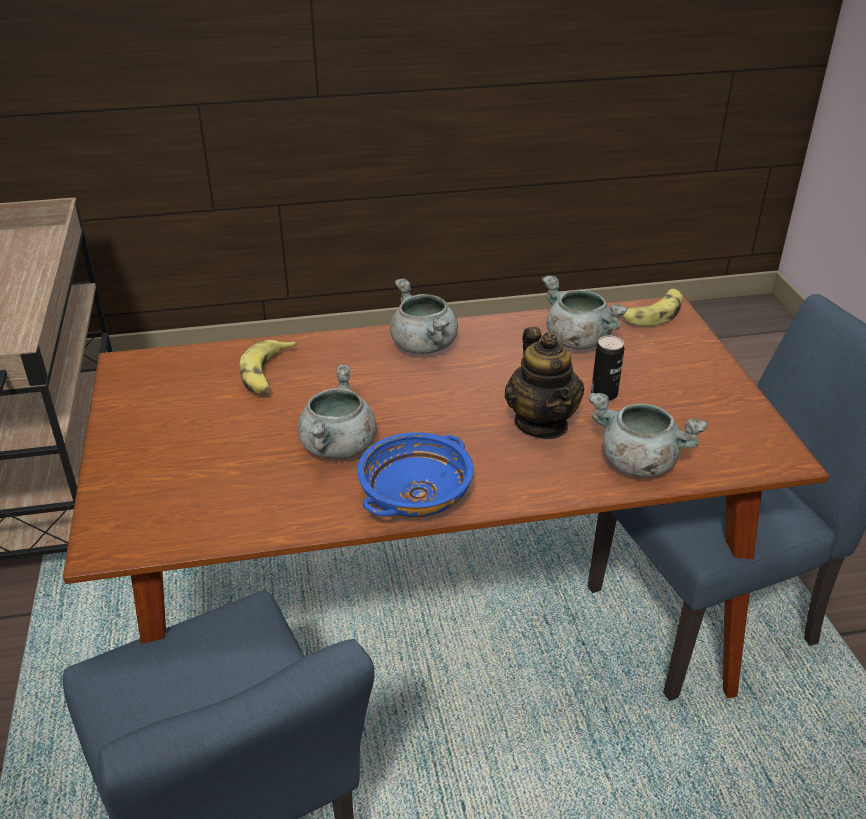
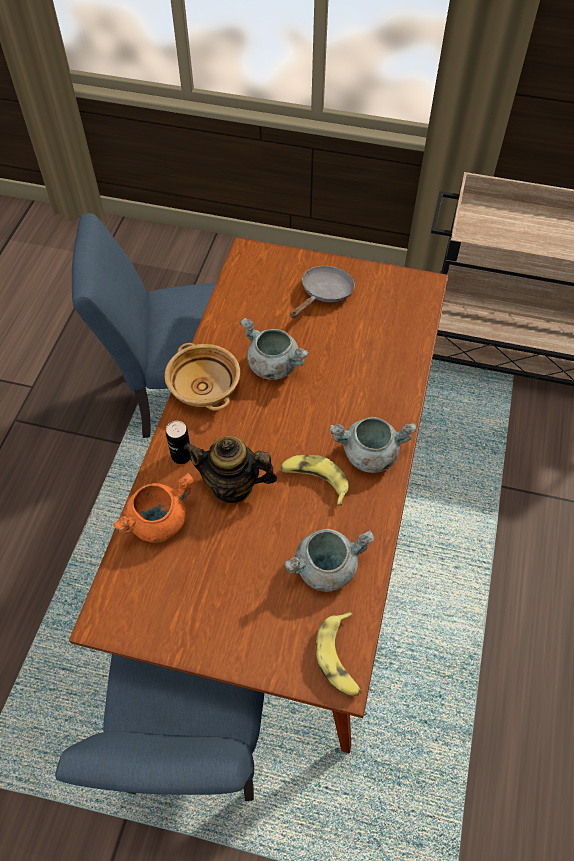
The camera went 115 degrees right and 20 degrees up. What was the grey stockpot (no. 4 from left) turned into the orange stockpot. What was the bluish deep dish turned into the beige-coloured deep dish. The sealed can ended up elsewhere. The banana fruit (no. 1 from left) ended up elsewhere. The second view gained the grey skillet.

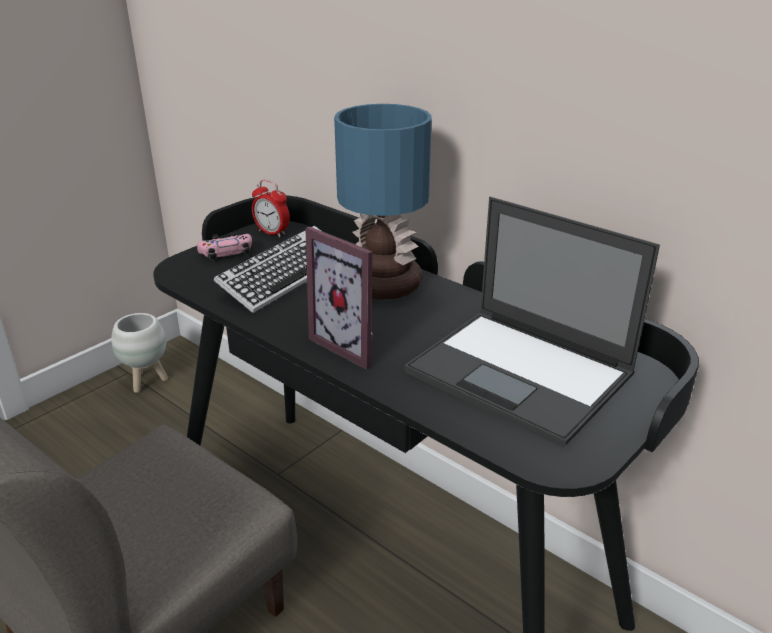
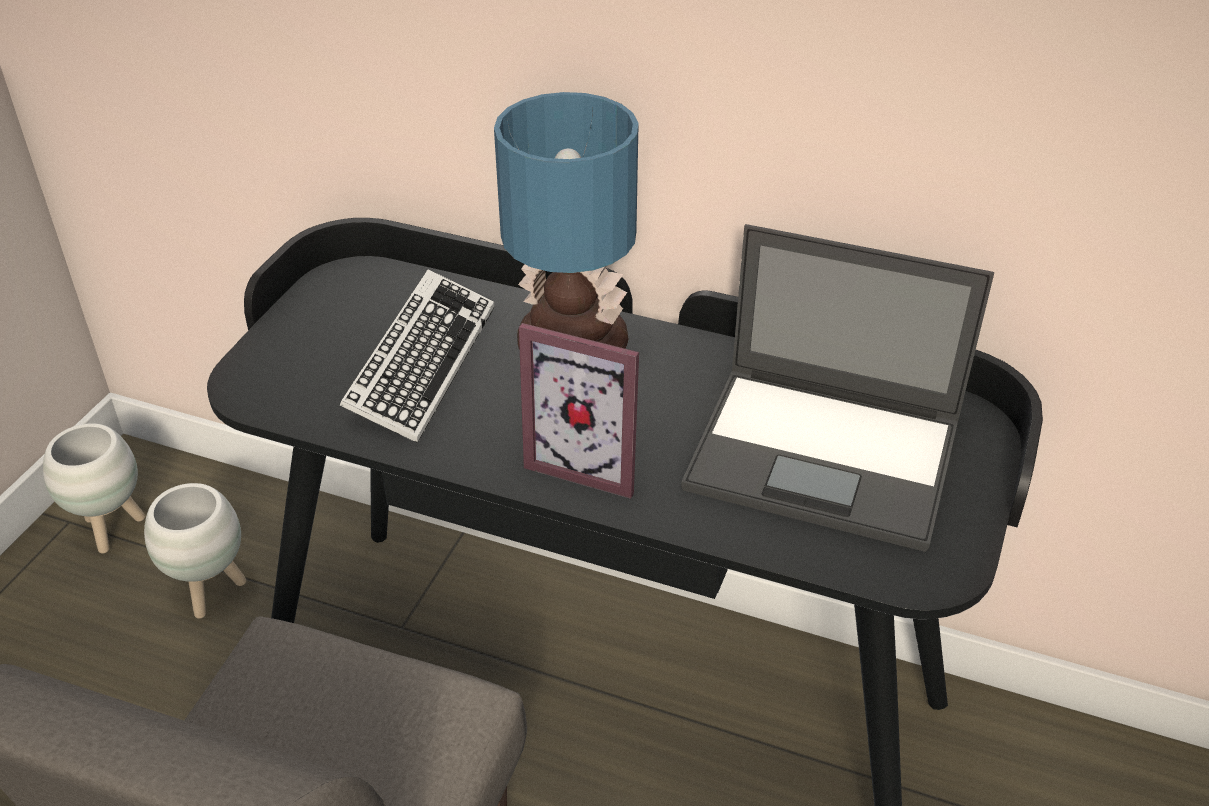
The camera went 20 degrees left and 10 degrees up. The second view gained the white-coloured planter (no. 2 from left). The second view lost the pink-coloured gamepad. The second view lost the alarm clock.

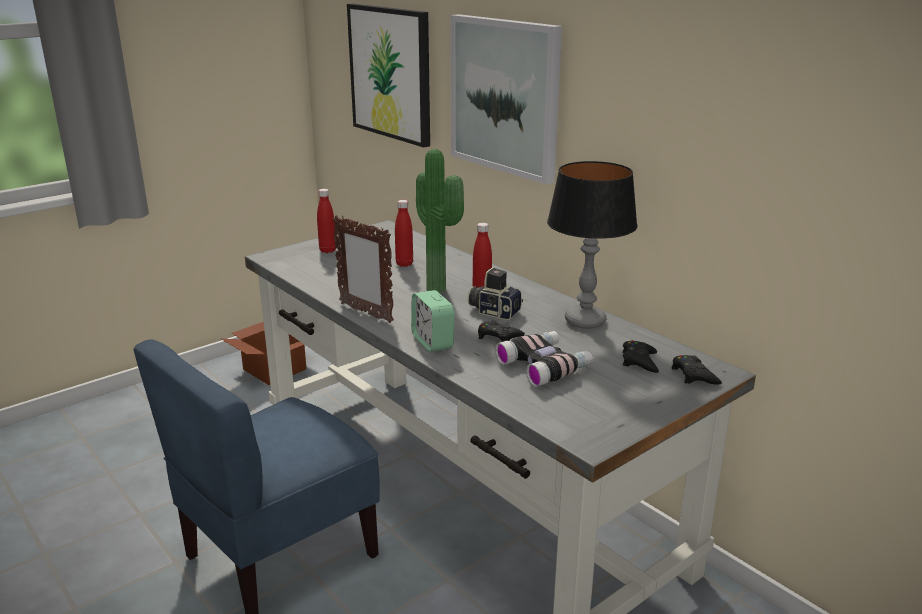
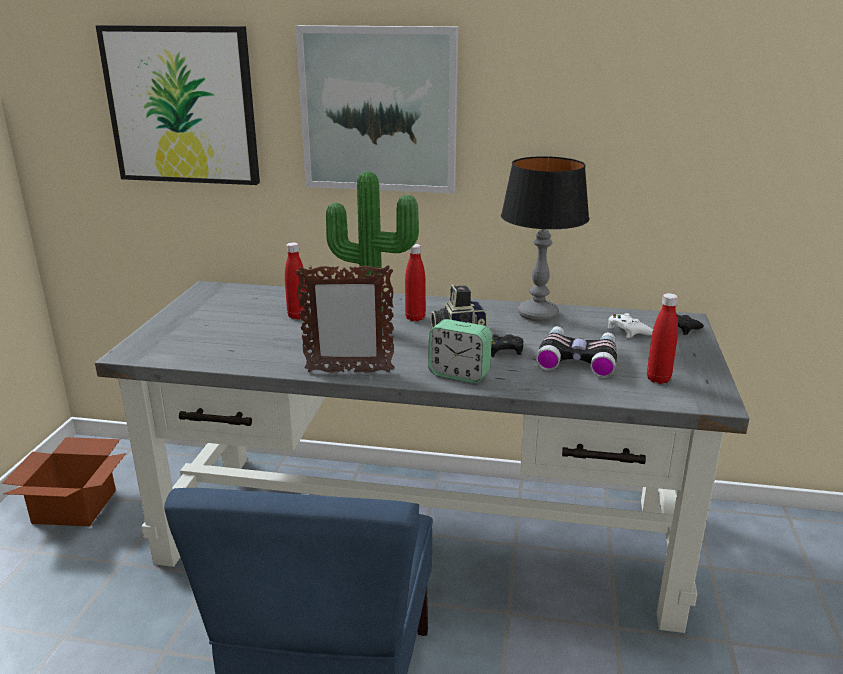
The camera went 40 degrees left and 0 degrees up. What was the blackish gamepad (no. 2 from left) turned into the white-coloured gamepad. The red-coloured beverage bottle (no. 1 from left in the first image) ended up elsewhere.

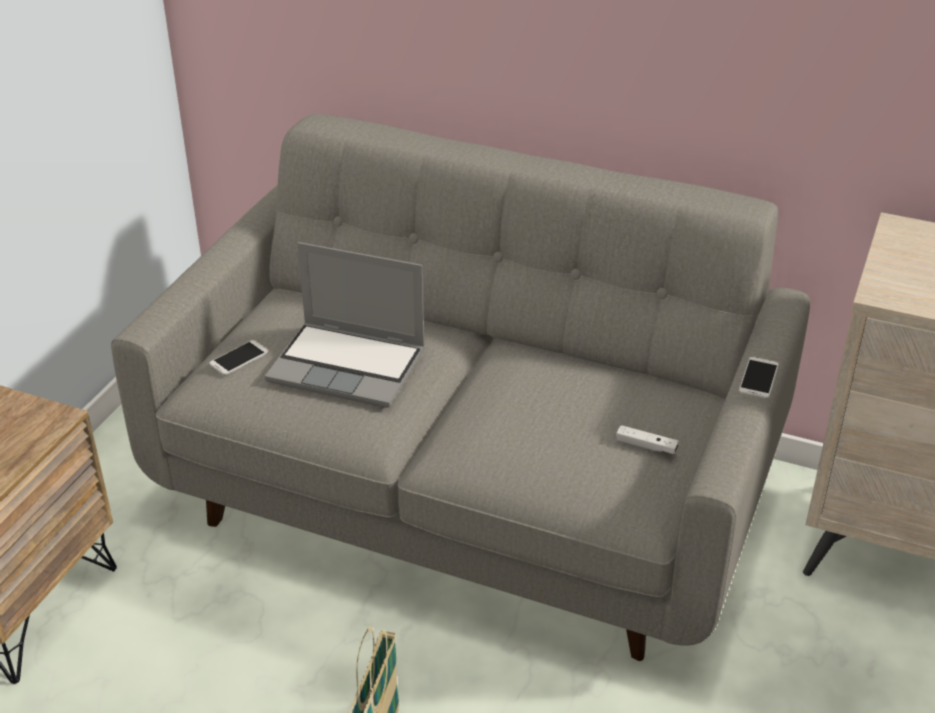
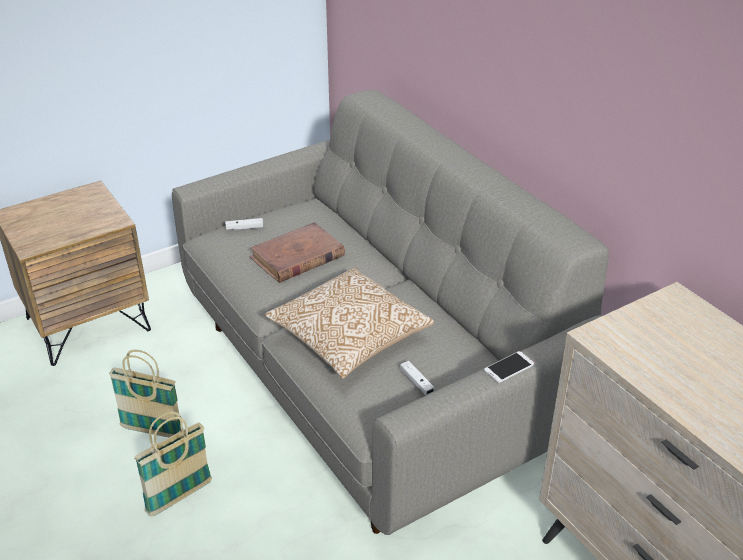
The camera went 35 degrees right and 0 degrees up. The second view gained the basket (no. 1 from left). Where the phone (no. 1 from left) stood, the white-coloured gamepad (no. 1 from left) came to stand. Where the portable computer stood, the brown-coloured book came to stand. The second view gained the throw pillow.

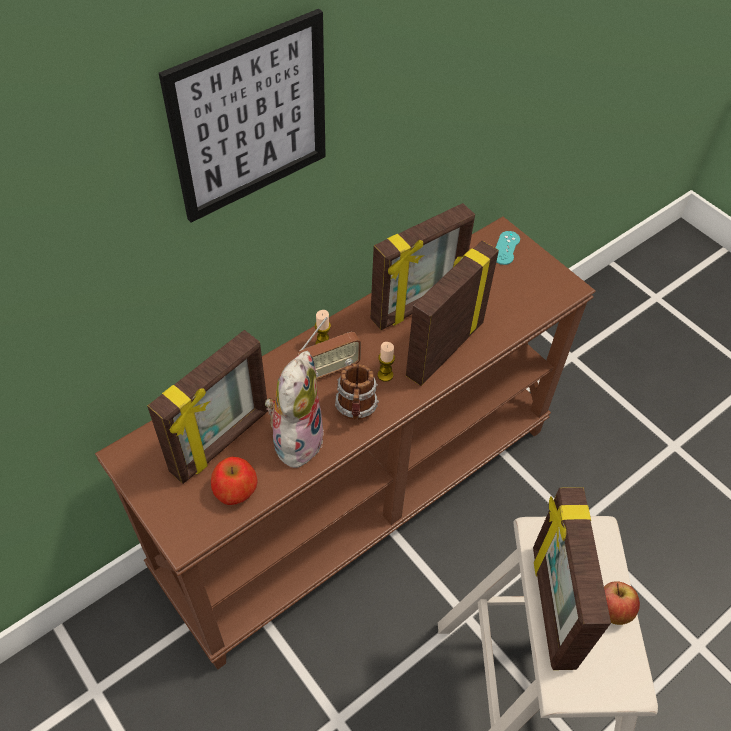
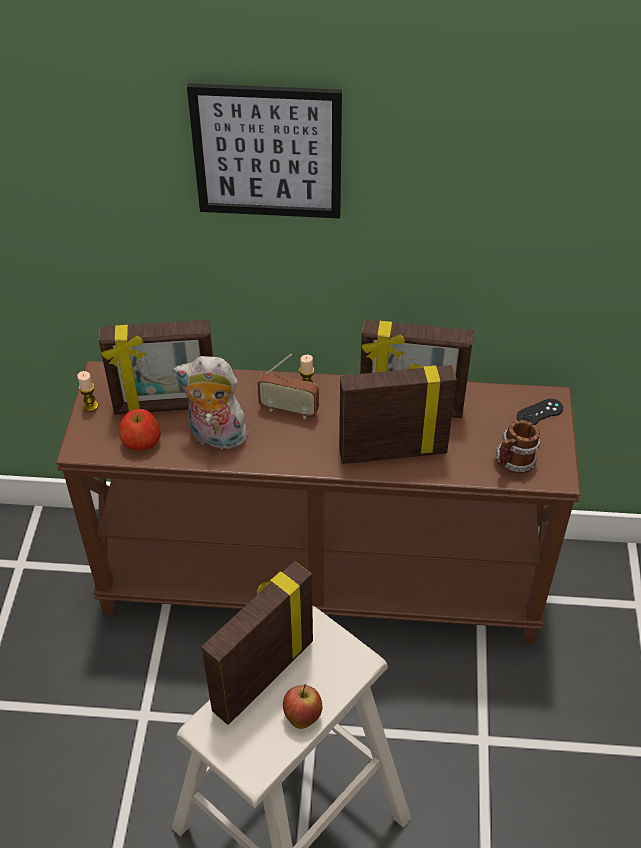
The camera went 45 degrees right and 5 degrees down. The wax candle (no. 2 from left in the first image) ended up elsewhere. The soft toy ended up facing another way, 135 degrees counterclockwise from before. The mug ended up elsewhere. What was the blue-green gamepad turned into the blackish gamepad.

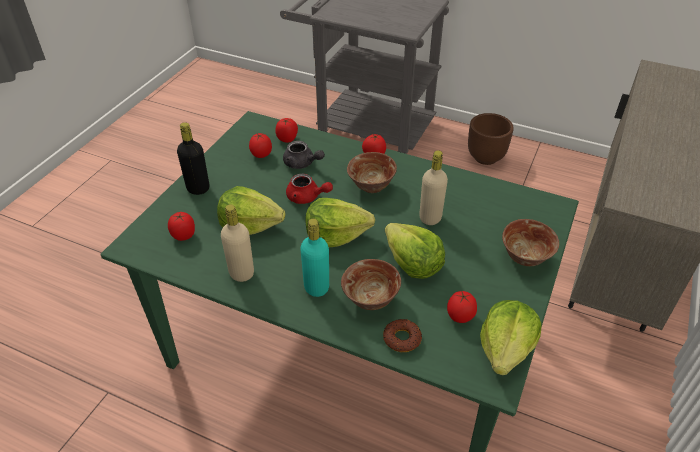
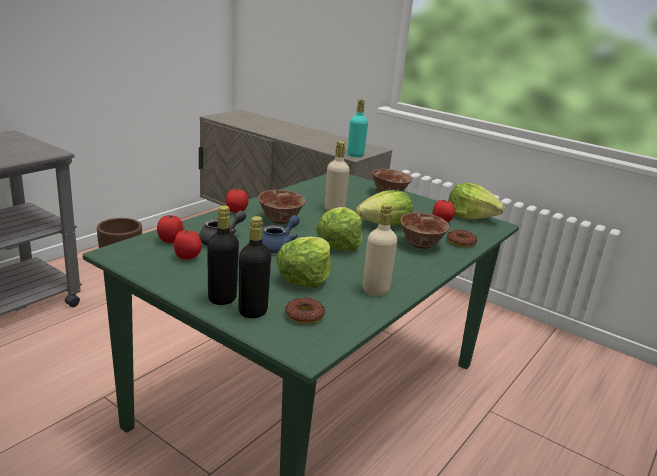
The camera went 80 degrees left and 20 degrees down. The second view gained the blackish beverage bottle (no. 2 from left). What was the red-coloured pot for tea turned into the bluish pot for tea. Where the fresh tomato (no. 1 from left) stood, the doughnut (no. 1 from left) came to stand. The blue-green beverage bottle ended up elsewhere.

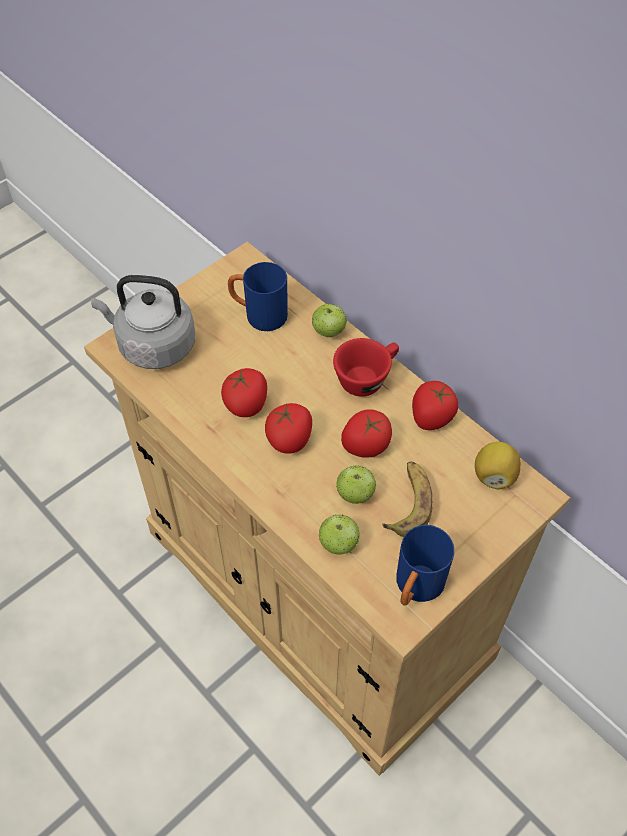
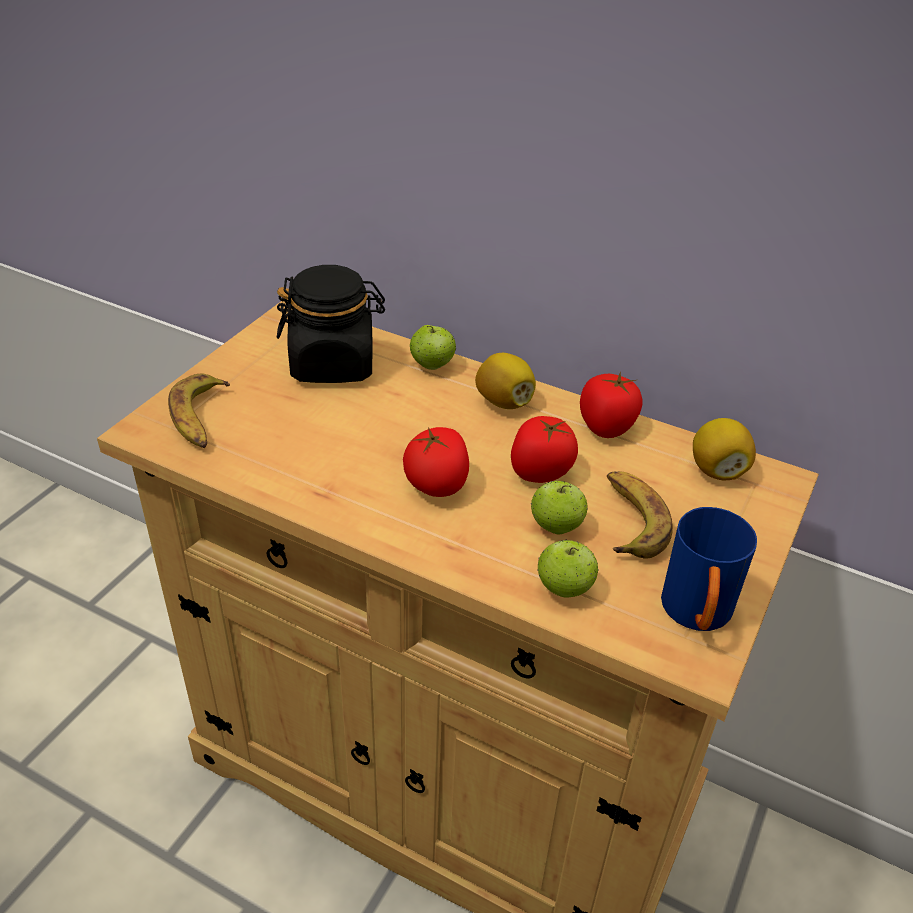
The camera went 20 degrees left and 15 degrees down. Where the grey kettle stood, the banana fruit (no. 1 from left) came to stand. Where the bluish mug (no. 1 from left) stood, the blackish jar came to stand. Where the red-coloured small cup stood, the lemon (no. 1 from left) came to stand. The second view lost the fresh tomato (no. 1 from left).

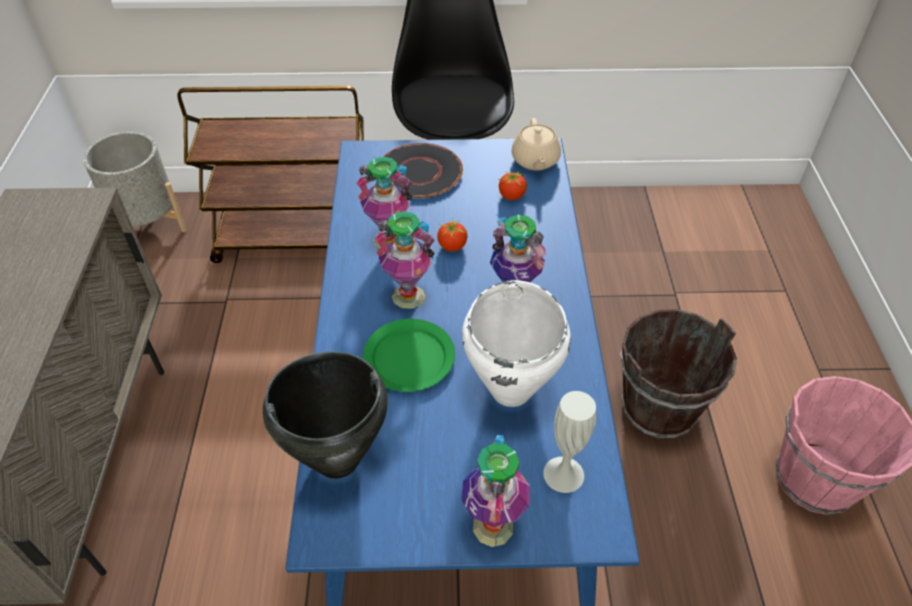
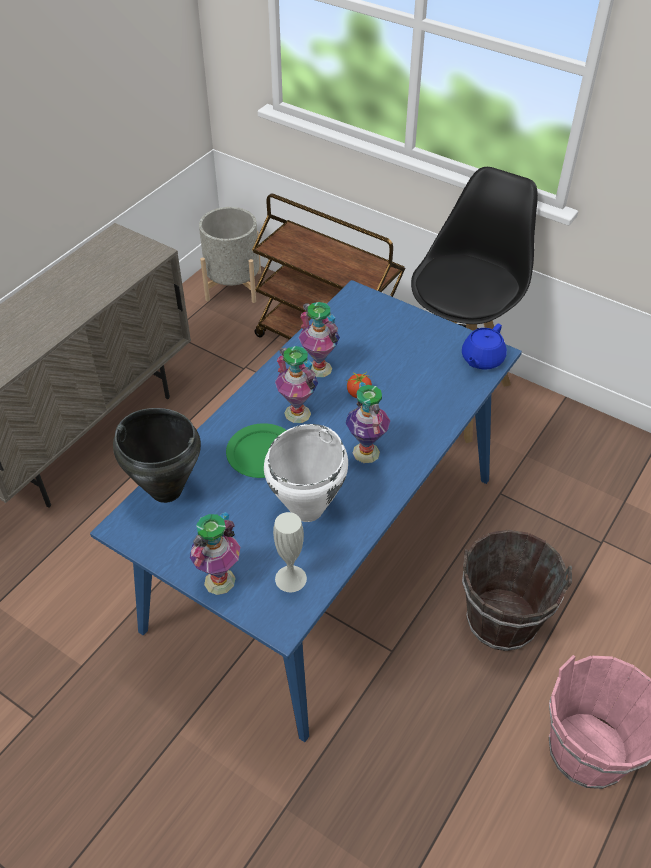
The camera went 35 degrees right and 0 degrees up. What was the beige-coloured pot for tea turned into the bluish pot for tea. The second view lost the blackish flat dish. The second view lost the fresh tomato (no. 2 from left).

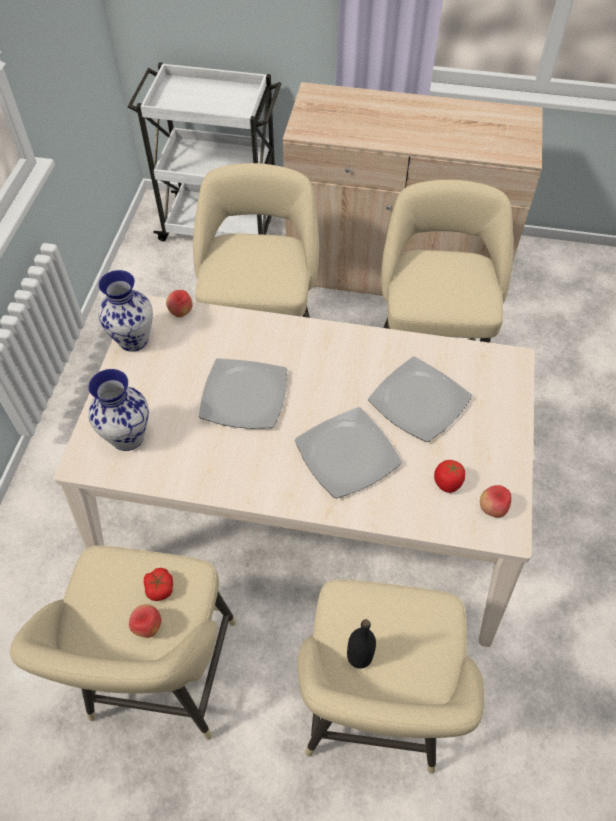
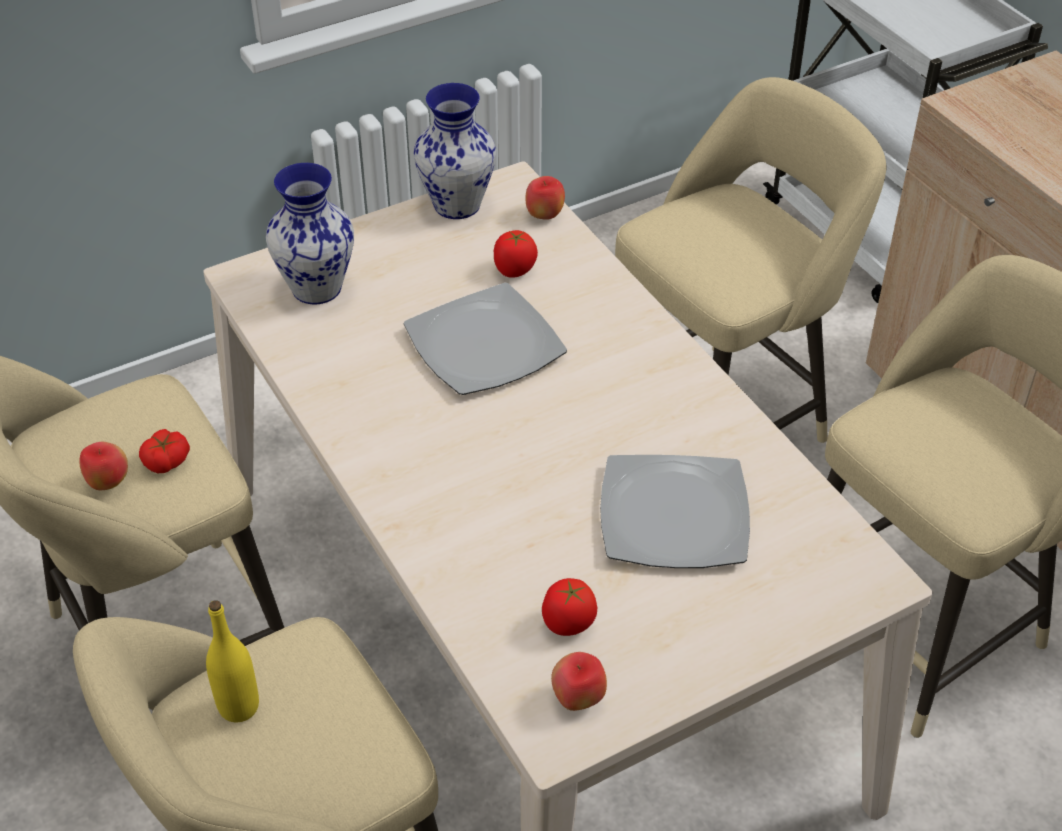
The camera went 50 degrees right and 10 degrees down. What was the blackish beverage bottle turned into the yellowish beverage bottle. The second view gained the fresh tomato (no. 2 from left). The second view lost the flat dish (no. 2 from left).

